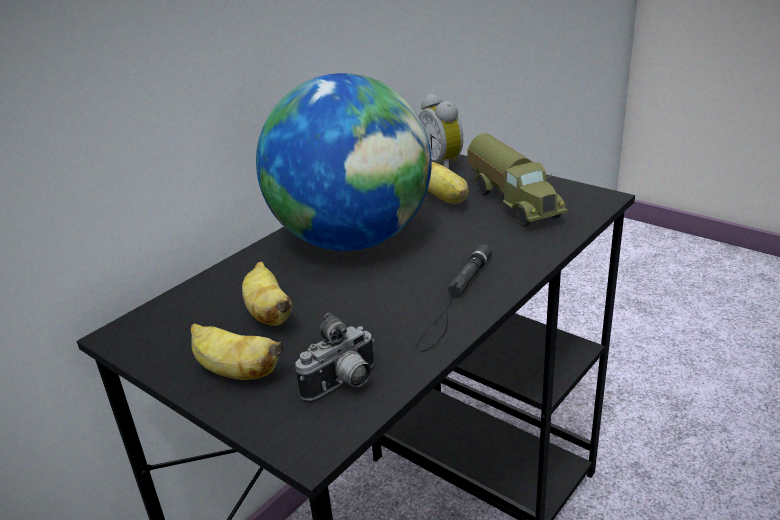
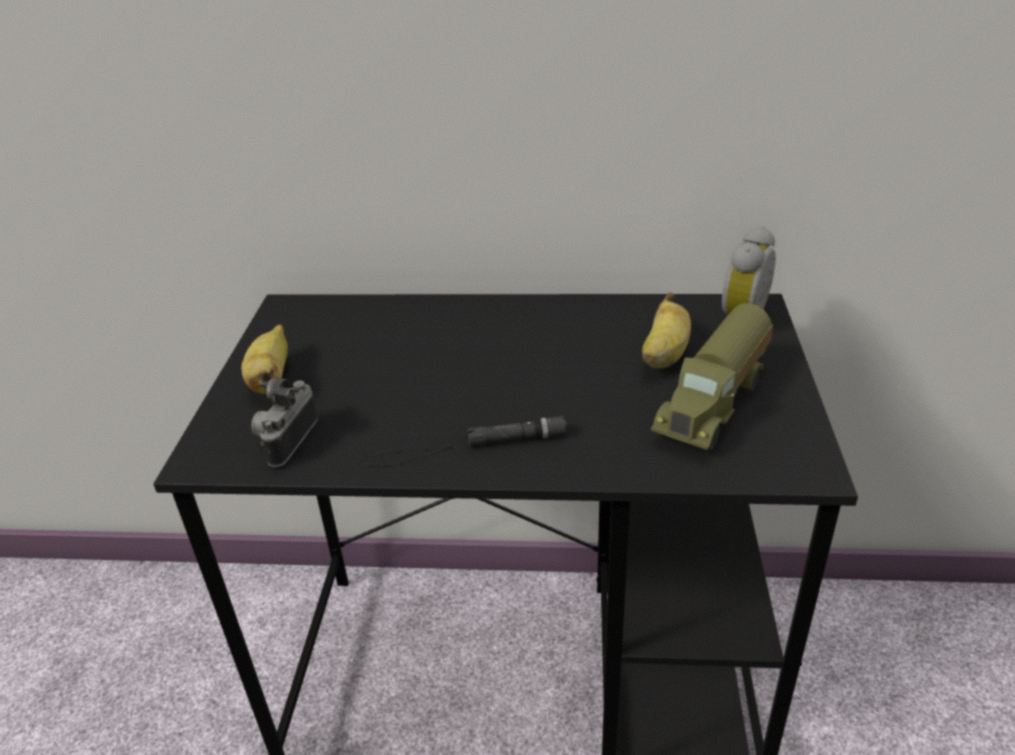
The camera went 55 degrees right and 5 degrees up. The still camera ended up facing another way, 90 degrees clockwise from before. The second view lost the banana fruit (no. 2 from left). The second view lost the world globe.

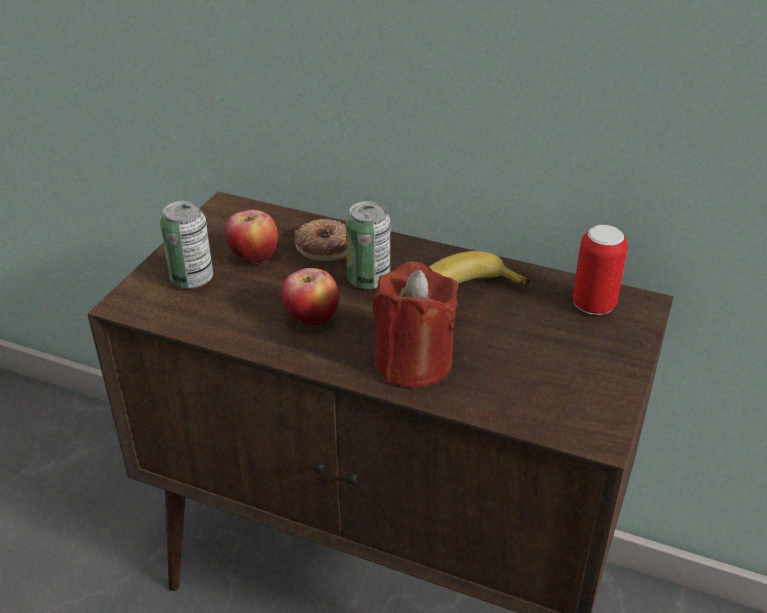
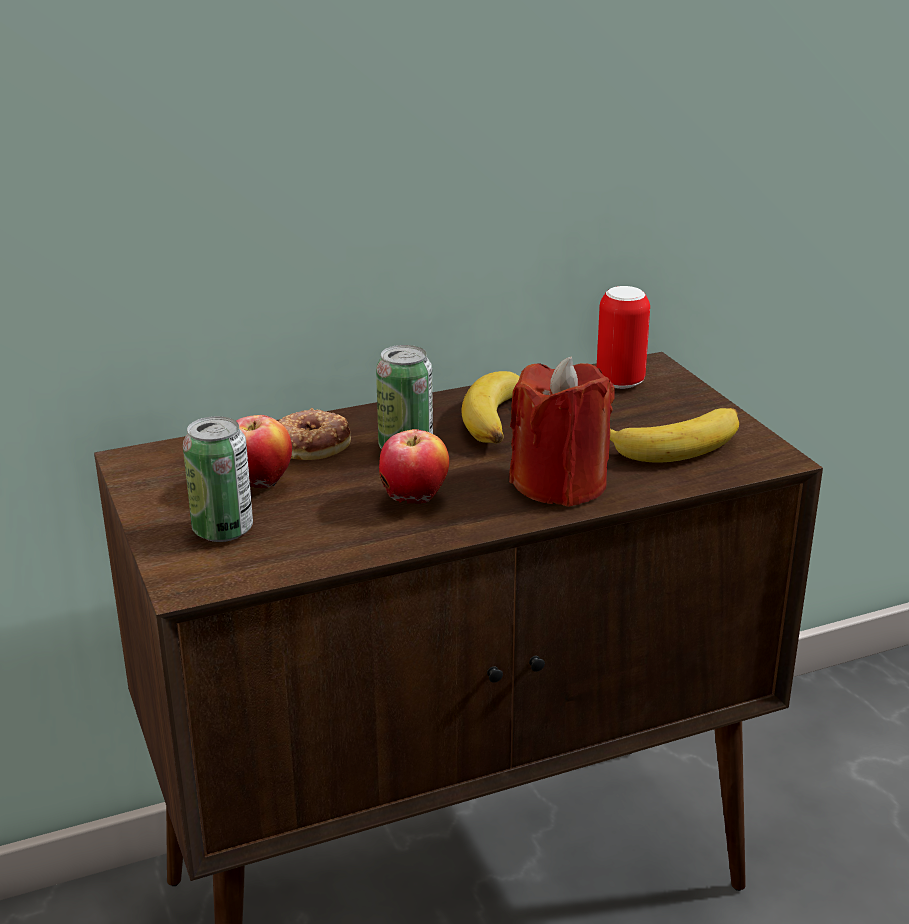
The camera went 45 degrees left and 10 degrees down. The second view gained the banana fruit (no. 2 from left).

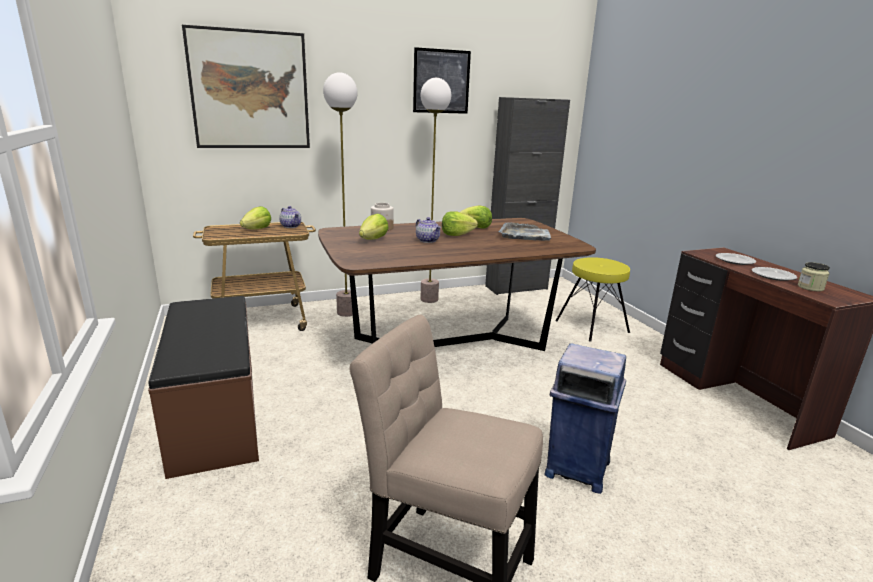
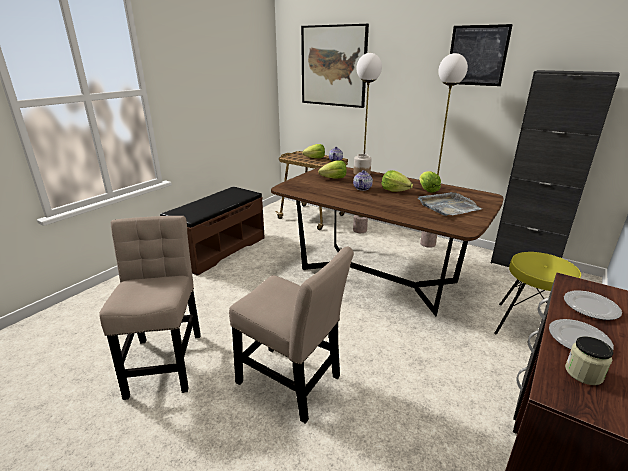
The camera went 55 degrees right and 5 degrees up. Where the bluish rubbish bin stood, the beige-coloured upright chair (no. 2 from left) came to stand.

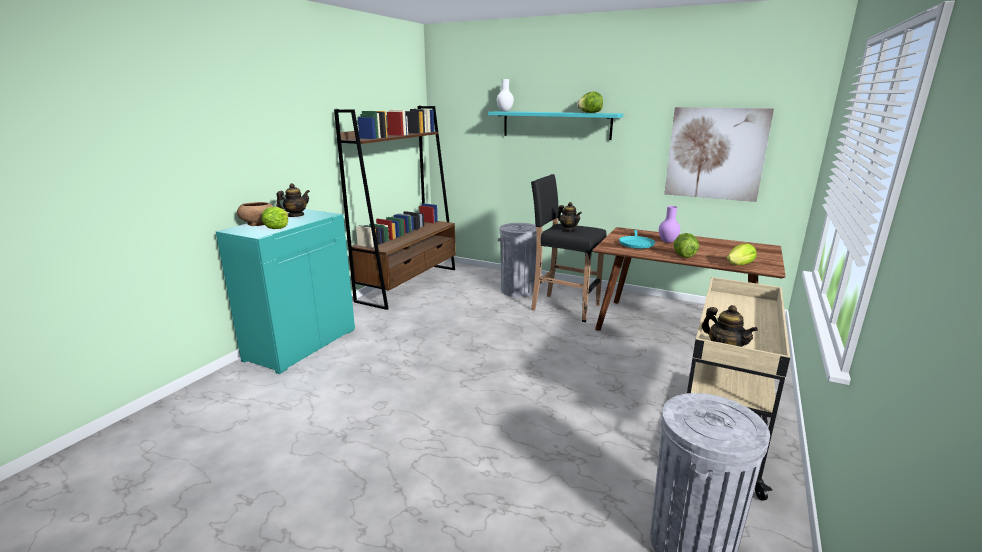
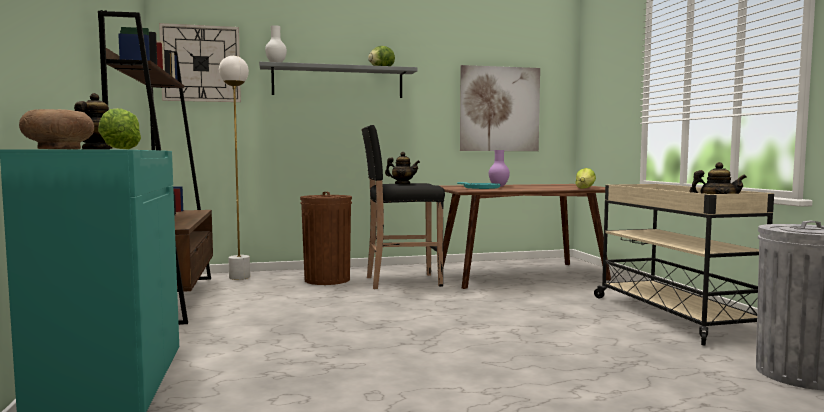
The camera went 40 degrees left and 15 degrees down. The second view gained the wall clock. The second view gained the white-coloured standing lamp. What was the blue-green shelf turned into the grey shelf. What was the grey rubbish bin (no. 1 from left) turned into the brown-coloured rubbish bin. The second view lost the head of lettuce (no. 3 from left).

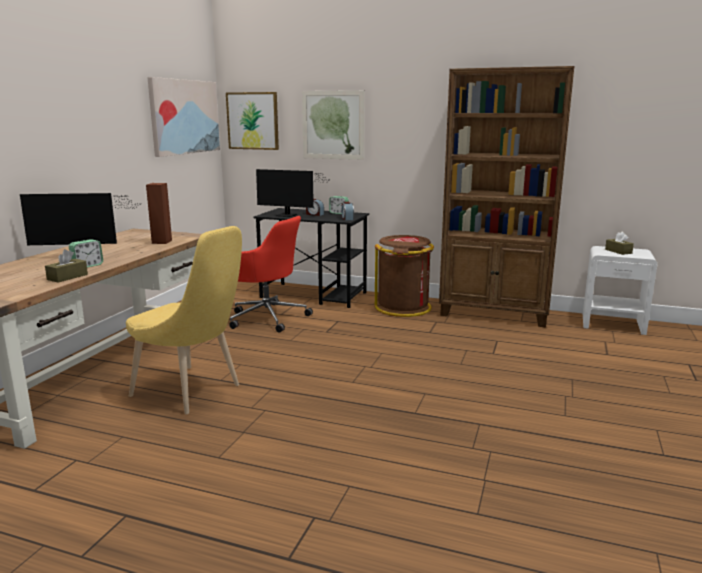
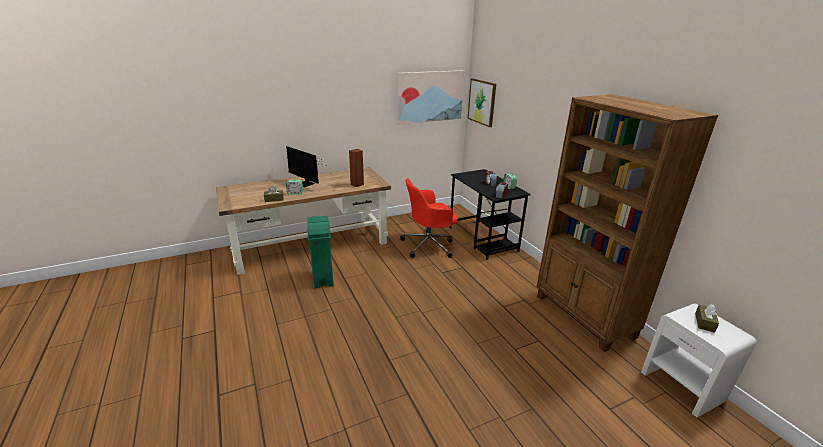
The camera went 45 degrees right and 10 degrees up. Where the yellowish upright chair stood, the green rubbish bin came to stand. The red-coloured office chair ended up facing another way, 90 degrees clockwise from before. The second view lost the computer screen (no. 2 from left). The second view lost the picture (no. 3 from left). The second view lost the brown-coloured rubbish bin.

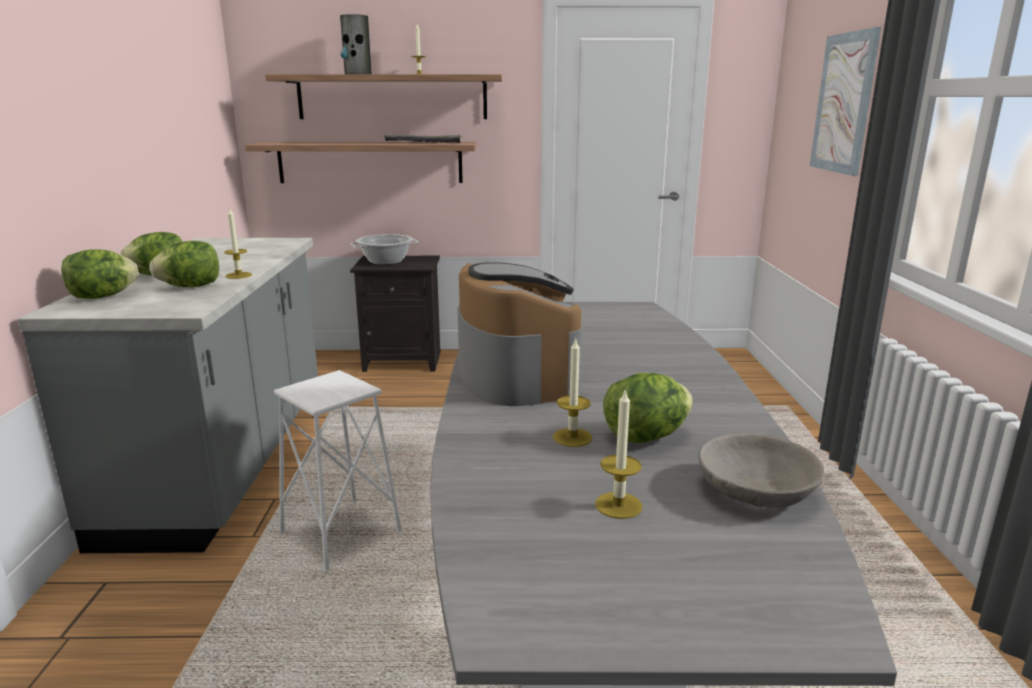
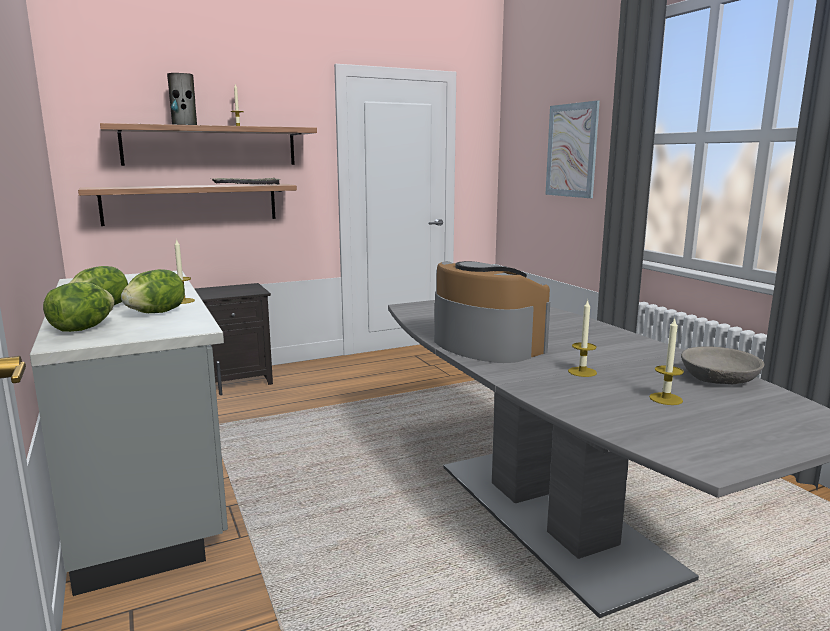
The camera went 25 degrees left and 5 degrees down. The second view lost the white-coloured stool. The second view lost the stockpot. The second view lost the head of lettuce (no. 4 from left).

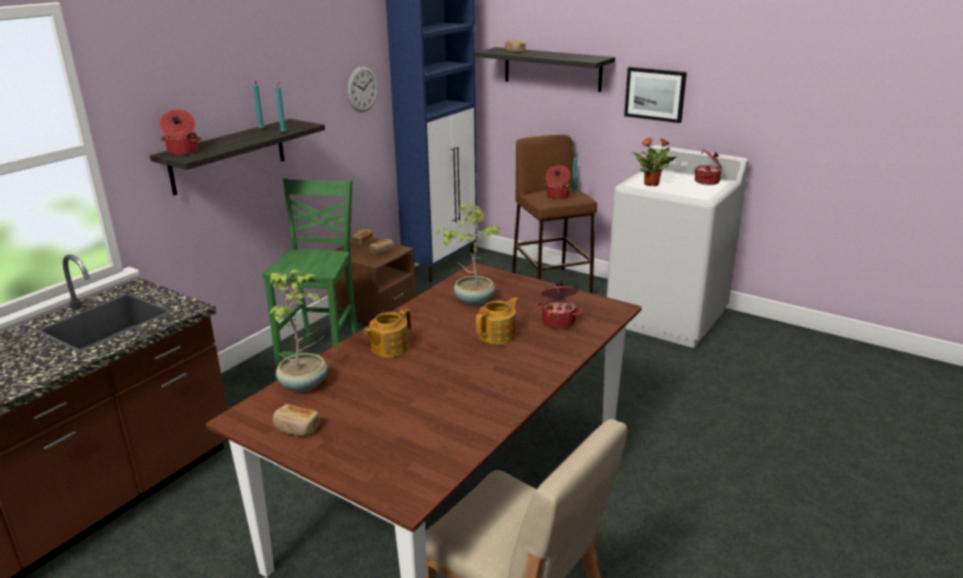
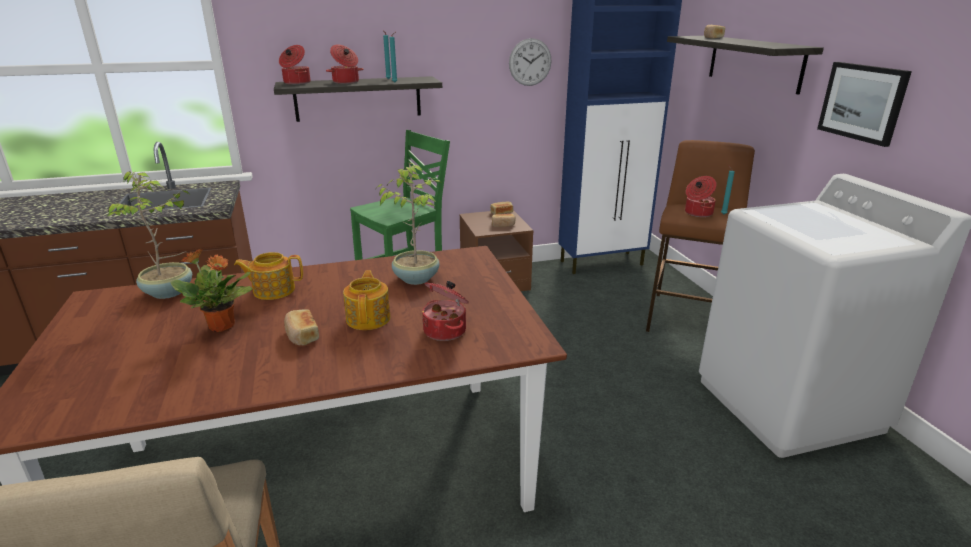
The camera went 40 degrees right and 0 degrees up. The plant in a pot (no. 3 from left in the first image) ended up elsewhere. The bread (no. 1 from left) ended up elsewhere. The stockpot (no. 4 from left in the first image) ended up elsewhere. The pot for tea (no. 2 from left) ended up facing another way, 90 degrees counterclockwise from before.

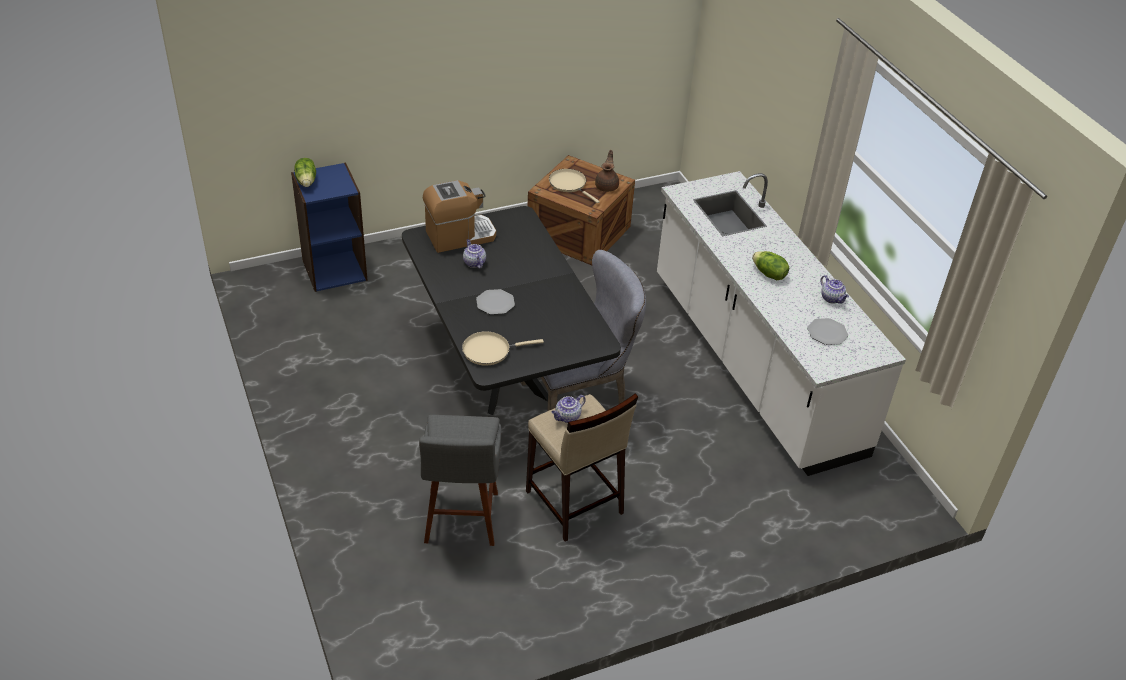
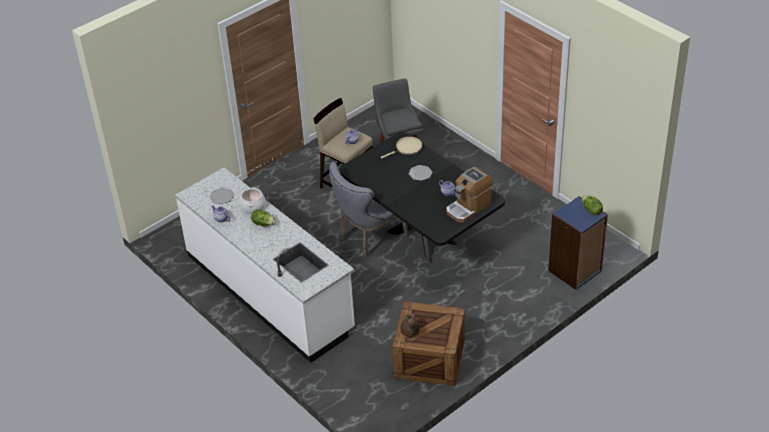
The camera went 165 degrees right and 0 degrees up. The second view gained the stockpot. The second view lost the beige-coloured skillet (no. 2 from left).

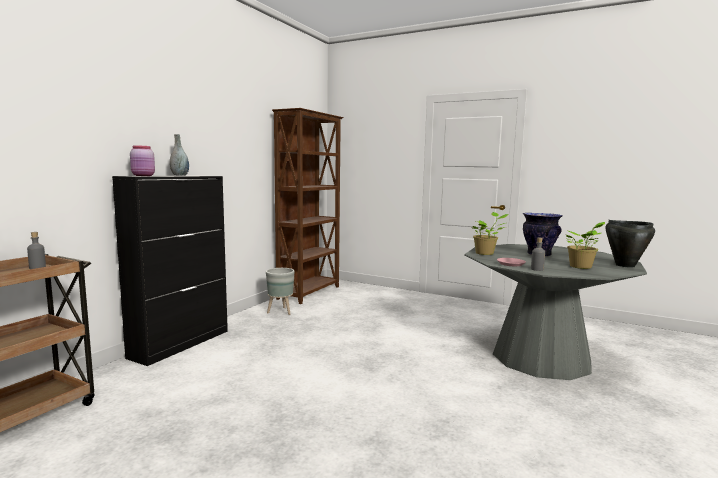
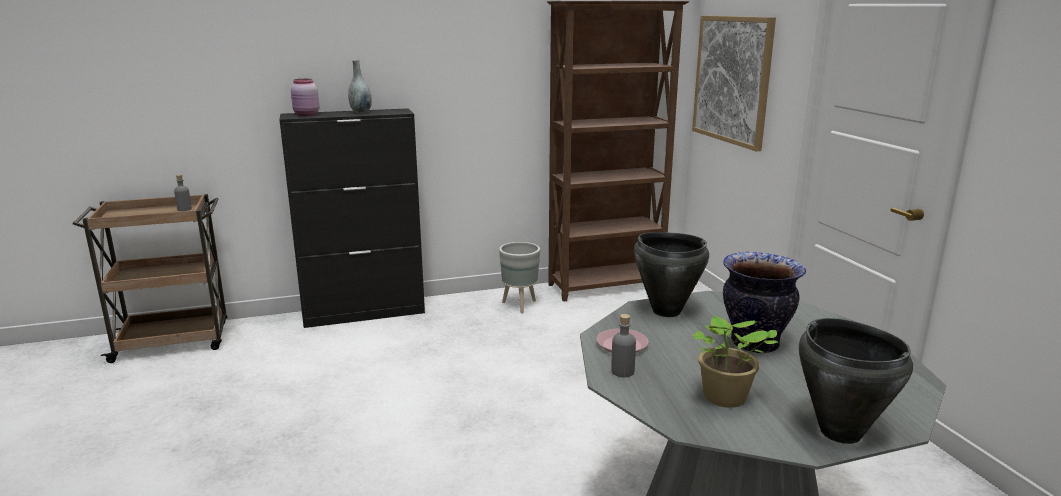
The camera went 45 degrees right and 10 degrees up. Where the plant in a pot (no. 1 from left) stood, the blackish stockpot (no. 1 from left) came to stand. The second view gained the picture.

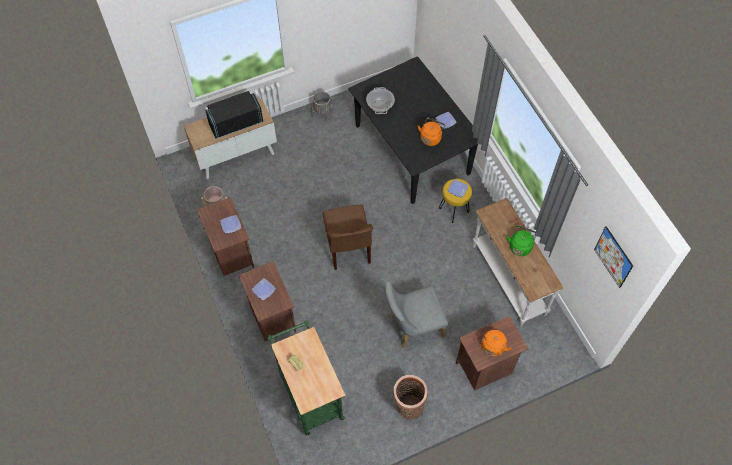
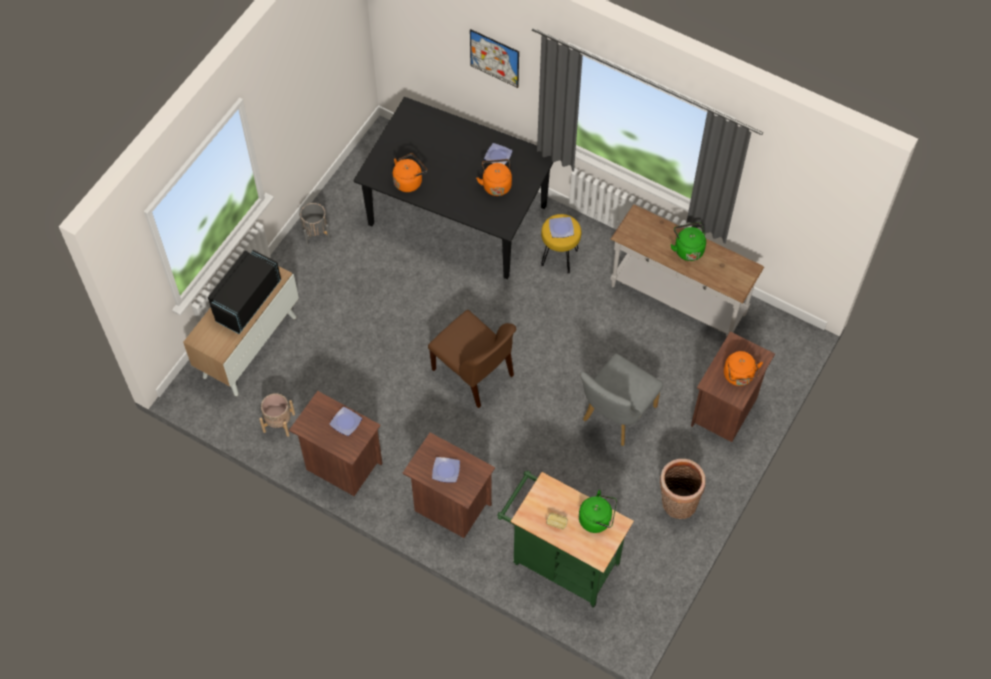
The camera went 35 degrees left and 0 degrees up. Where the stockpot stood, the orange kettle (no. 1 from left) came to stand. The picture ended up elsewhere. The second view gained the green kettle (no. 1 from left).

